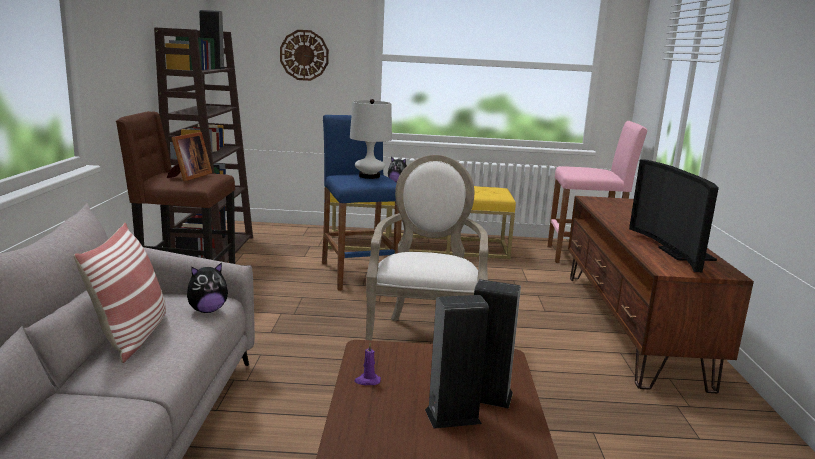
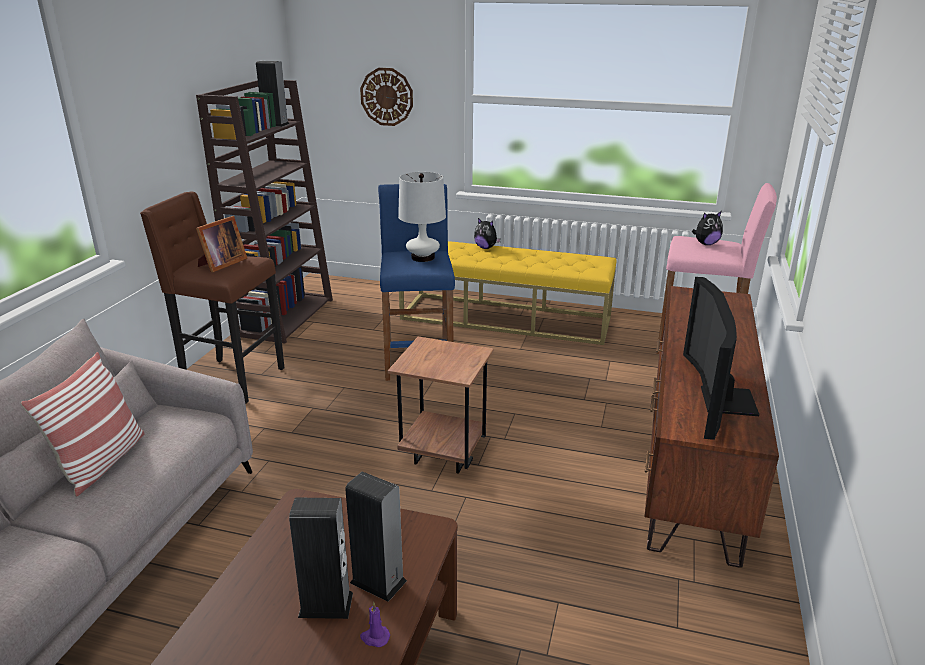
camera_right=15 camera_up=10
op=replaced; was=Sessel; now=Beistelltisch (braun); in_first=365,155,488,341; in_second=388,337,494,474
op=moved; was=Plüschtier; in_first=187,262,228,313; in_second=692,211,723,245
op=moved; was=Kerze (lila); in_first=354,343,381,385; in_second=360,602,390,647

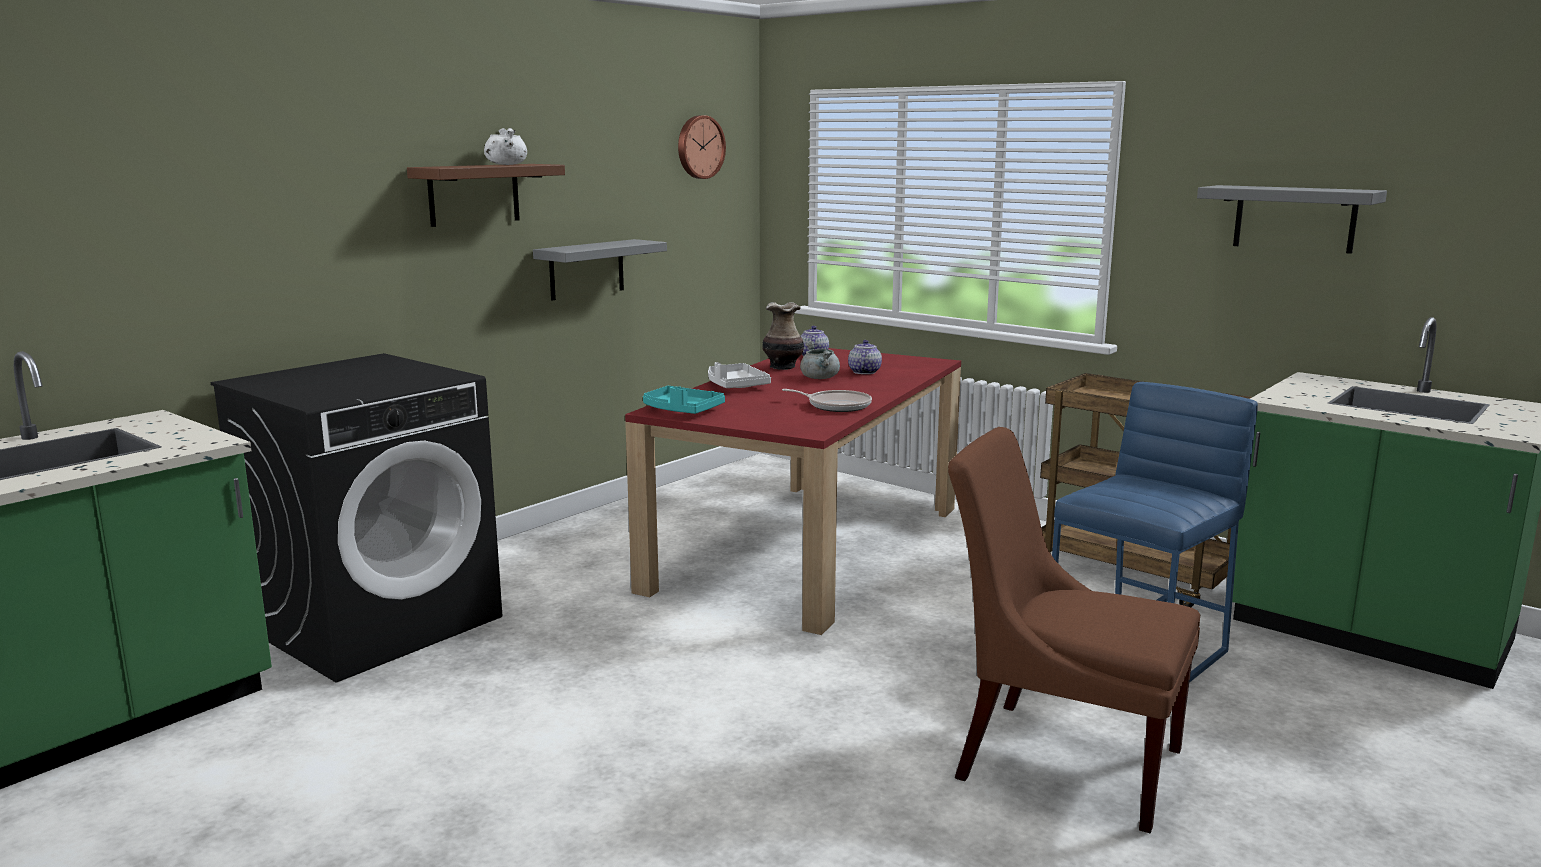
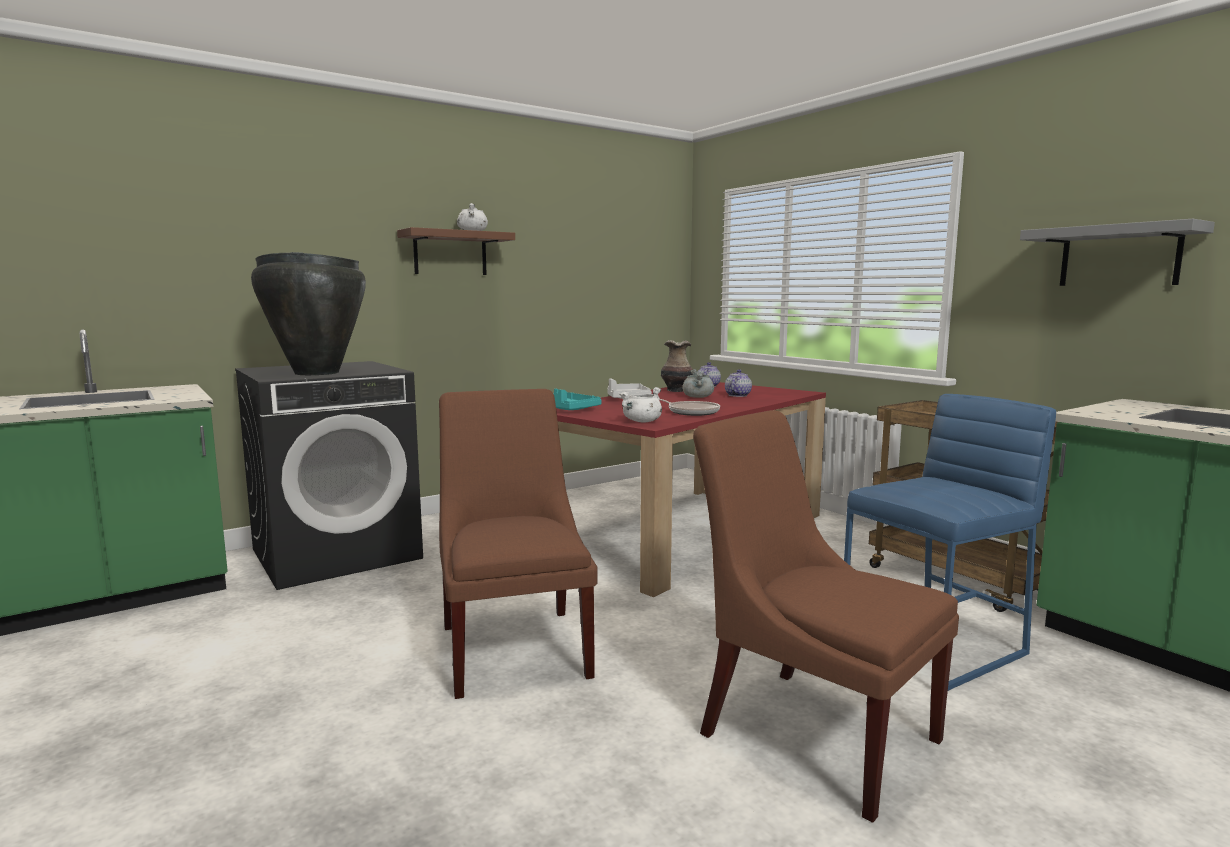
camera_right=15 camera_up=-5
op=removed; was=Wanduhr; in_first=678,115,726,179
op=removed; was=Wandregal (grau); in_first=533,239,667,300
op=added; now=Vase (schwarz); in_second=251,252,366,375
op=added; now=Kochtopf (weiß); in_second=619,387,662,423
op=added; now=Stuhl (braun); in_second=439,389,598,699

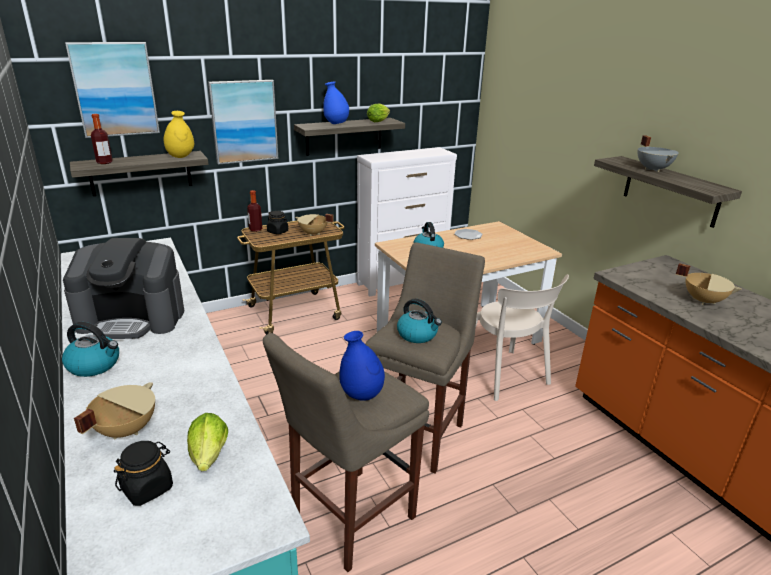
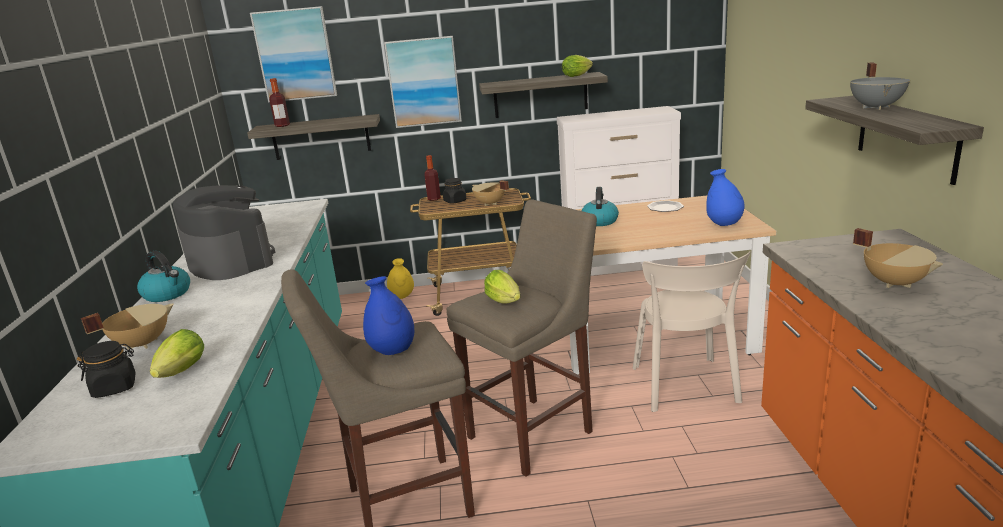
camera_right=25 camera_up=-5
op=moved; was=Vase (blau); in_first=323,81,349,124; in_second=706,169,745,226
op=moved; was=Vase (gelb); in_first=164,111,194,158; in_second=387,258,414,299
op=turned; was=Kaffeemaschine; in_first=63,238,184,339; in_second=173,185,276,280; clockwise=-150
op=replaced; was=Wasserkessel; now=Salatkopf; in_first=397,299,442,343; in_second=484,270,520,304

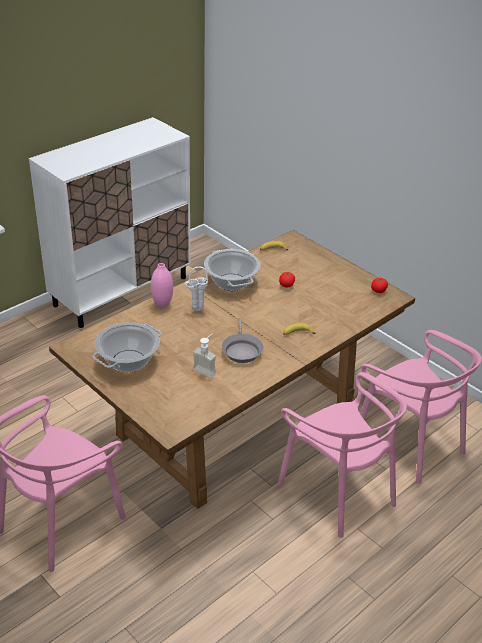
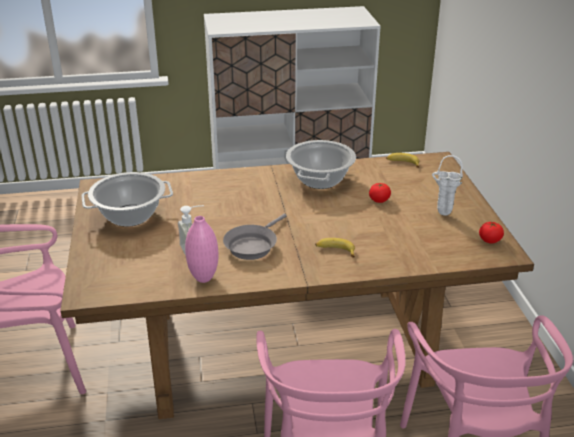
camera_right=35 camera_up=-5
op=moved; was=Vase (rosa); in_first=151,263,173,308; in_second=185,216,219,283
op=moved; was=Vase (weiß); in_first=185,267,208,311; in_second=432,155,463,216

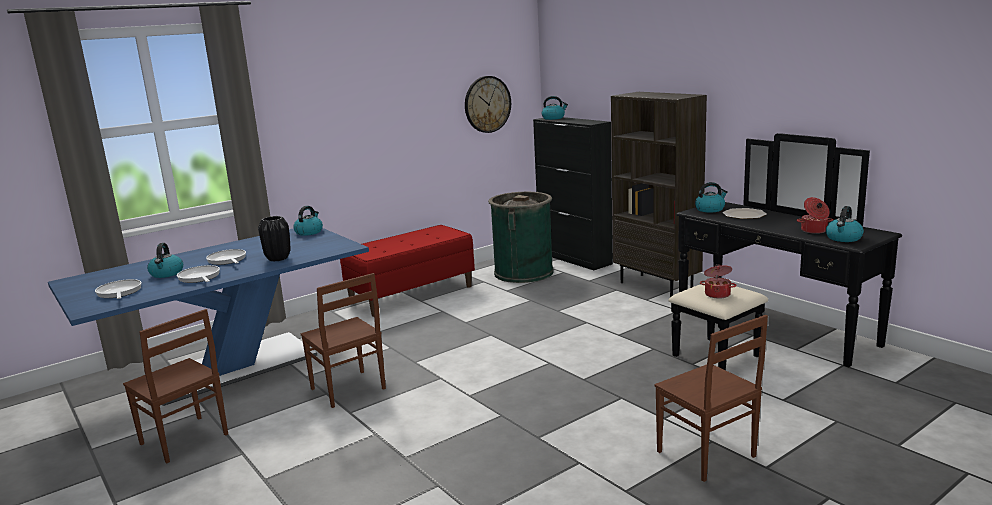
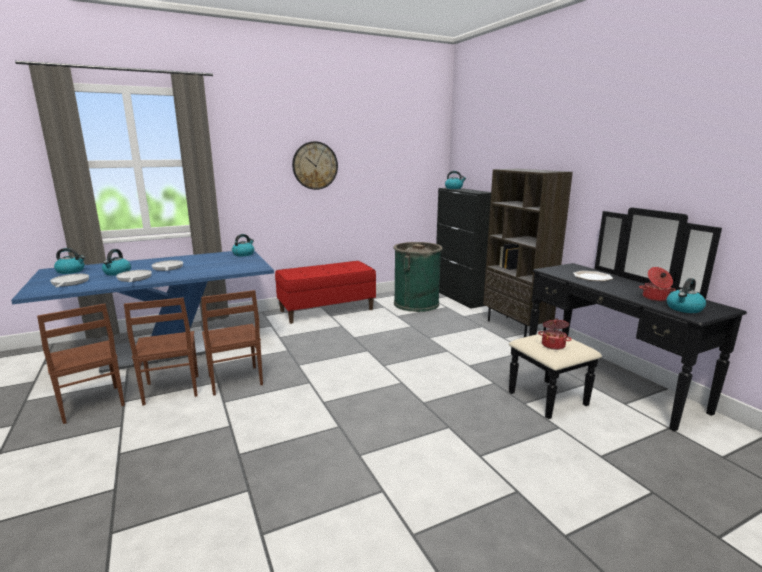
camera_right=10 camera_up=0
op=moved; was=Wanduhr; in_first=465,76,511,133; in_second=292,141,338,190
op=moved; was=Wasserkessel; in_first=695,182,728,213; in_second=54,248,85,274
op=removed; was=Vase (schwarz); in_first=258,216,291,262
op=moved; was=Stuhl (braun); in_first=655,315,768,482; in_second=124,298,198,406

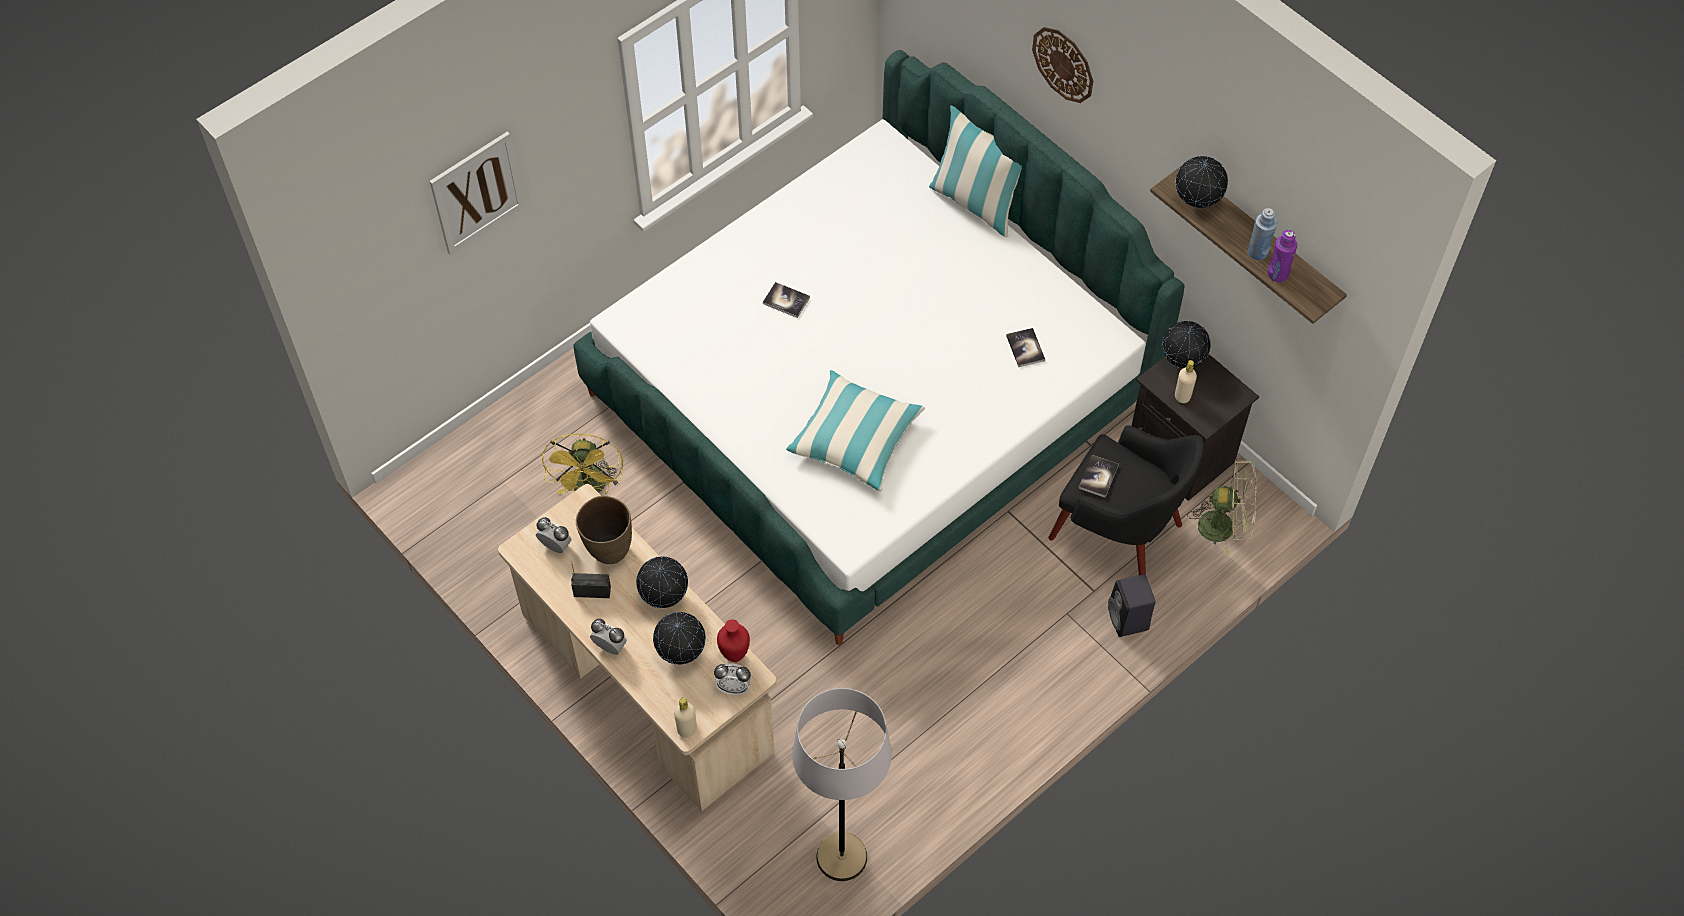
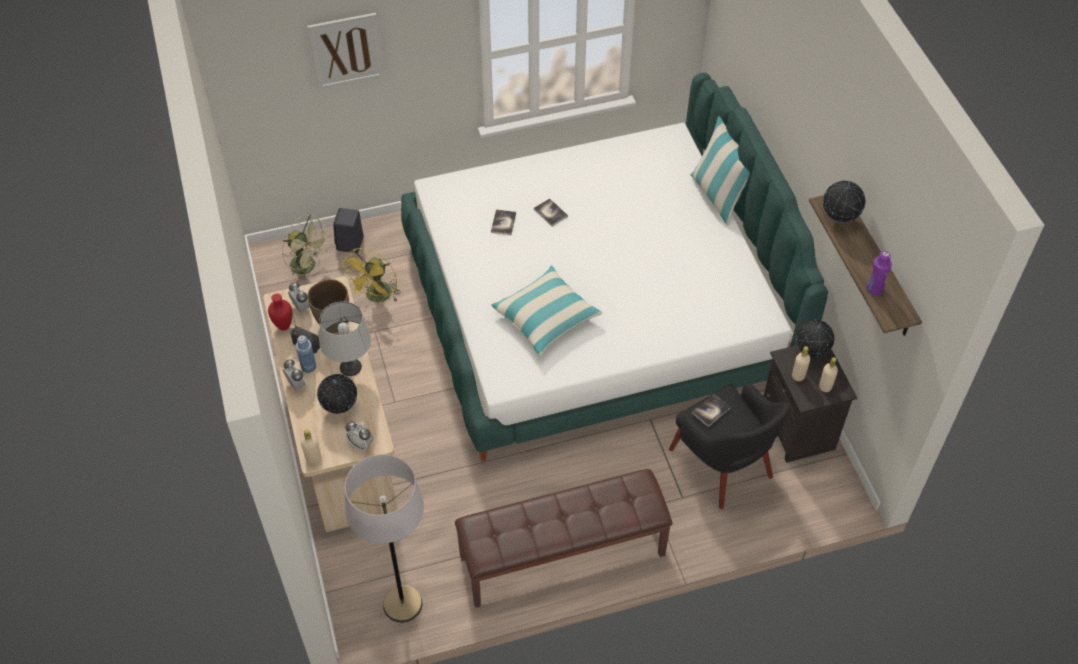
camera_right=25 camera_up=-5
op=removed; was=Wanduhr; in_first=1032,27,1093,103
op=moved; was=Flasche (blau); in_first=1248,208,1277,260; in_second=296,335,316,373
op=moved; was=Buch; in_first=1006,328,1045,367; in_second=491,209,516,235
op=moved; was=Ventilator (grün); in_first=1187,459,1257,556; in_second=282,214,329,283
op=replaced; was=Globus; now=Tischlampe (grau); in_first=636,556,688,608; in_second=319,301,371,376
op=moved; was=Lautsprecher (schwarz); in_first=1108,574,1155,637; in_second=333,208,364,253
op=moved; was=Vase (rot); in_first=717,619,750,662; in_second=268,293,292,331
op=added; now=Flasche (beige); in_second=819,357,838,392
op=added; now=Bank (braun); in_second=455,469,673,608

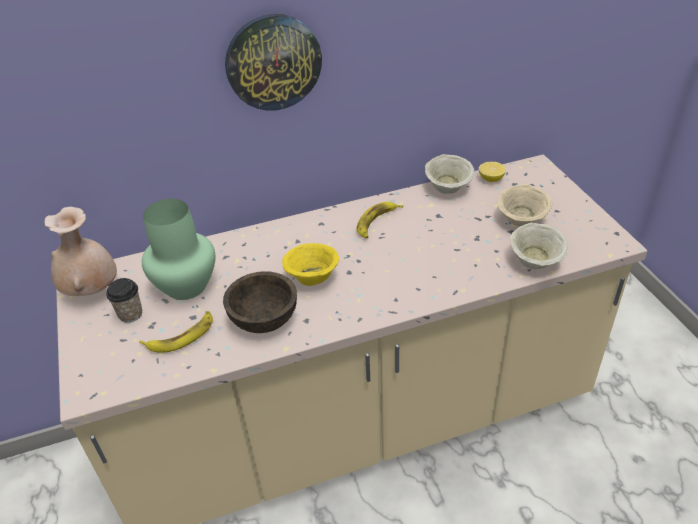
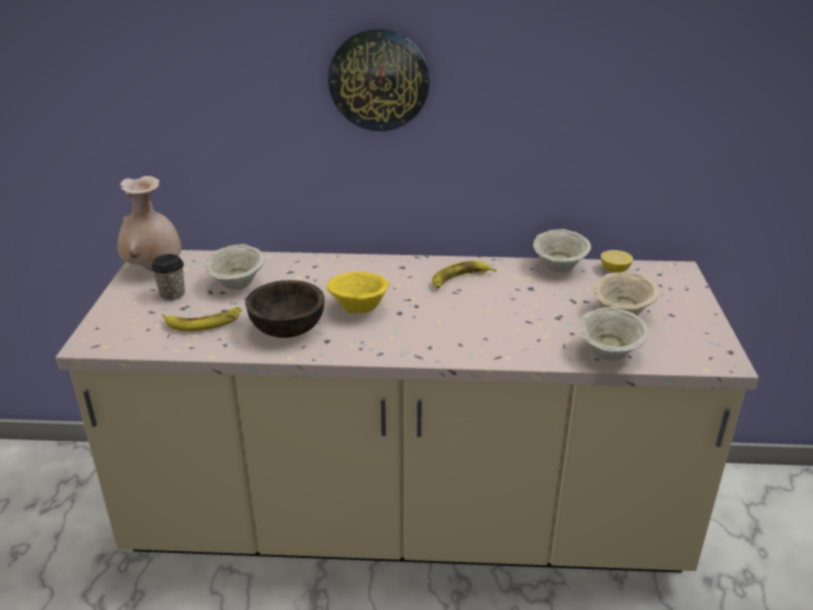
camera_right=20 camera_up=-10
op=replaced; was=Vase (grün); now=Schüssel (beige); in_first=142,199,215,300; in_second=204,244,265,290

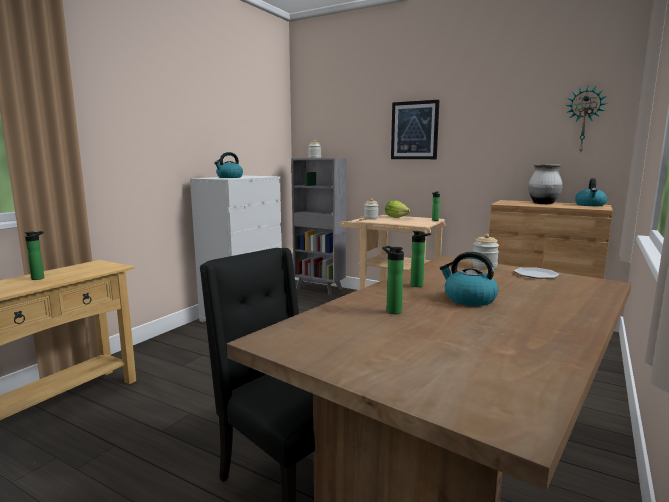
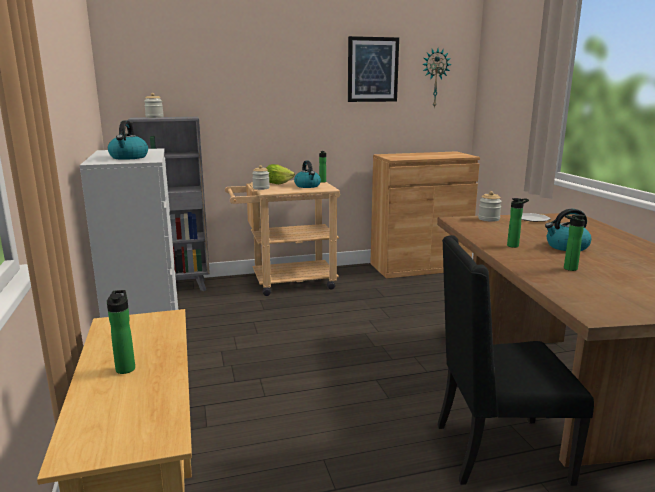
camera_right=-45 camera_up=5
op=moved; was=Bild; in_first=391,100,439,159; in_second=348,36,399,102
op=removed; was=Vase (grau); in_first=528,164,563,204
op=moved; was=Wasserkessel; in_first=575,178,607,206; in_second=294,161,321,188

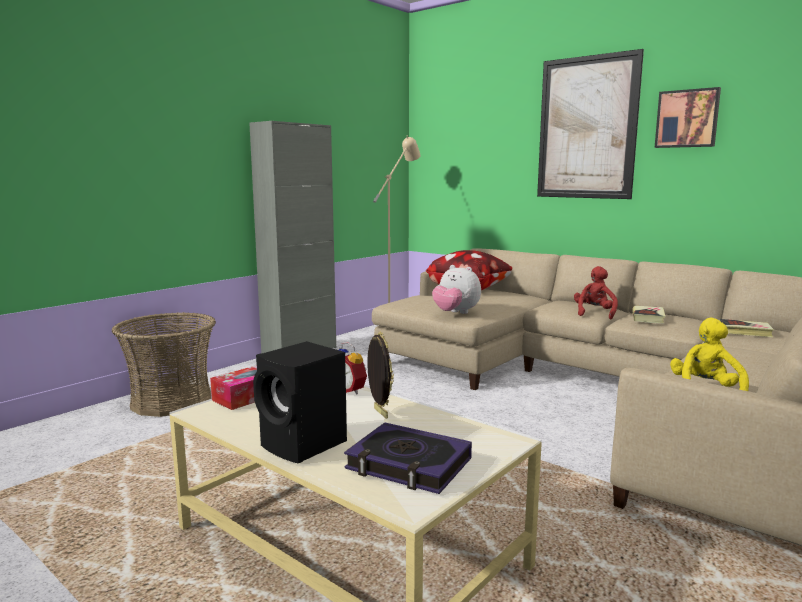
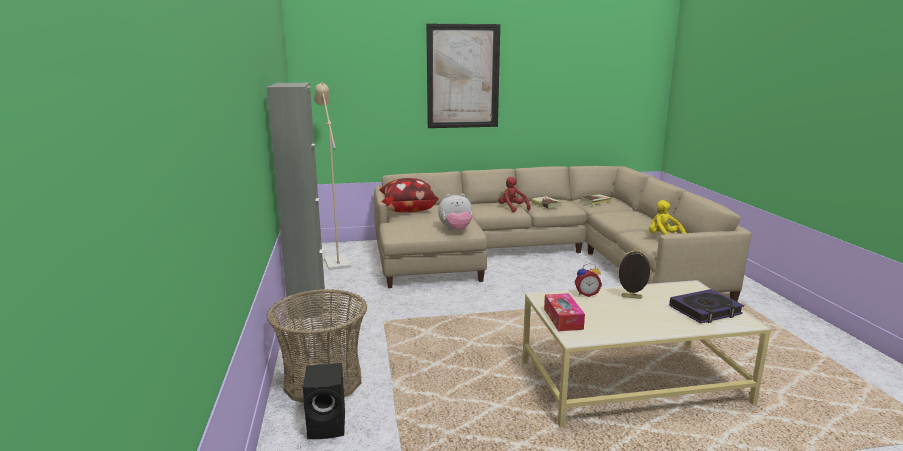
camera_right=-50 camera_up=5
op=removed; was=Bild; in_first=654,87,721,148
op=moved; was=Lautsprecher (schwarz); in_first=253,341,347,463; in_second=303,363,345,439

